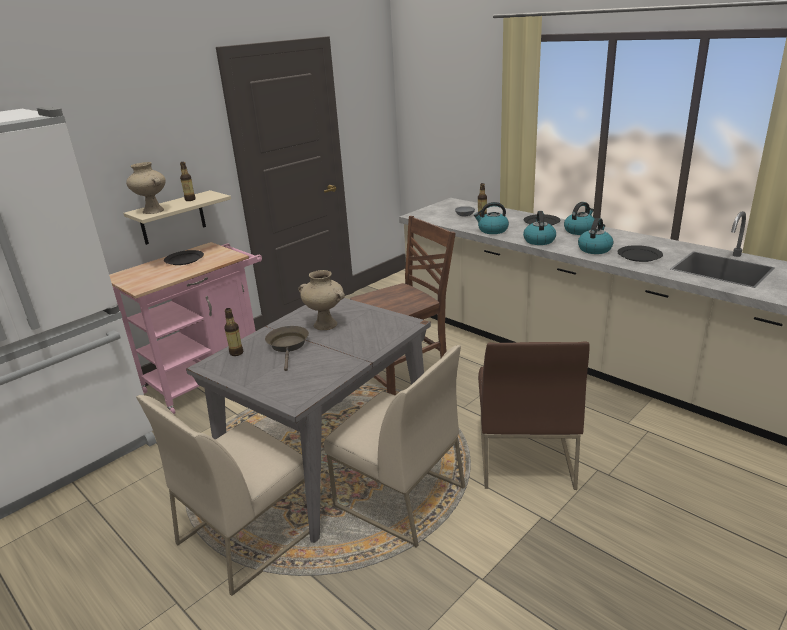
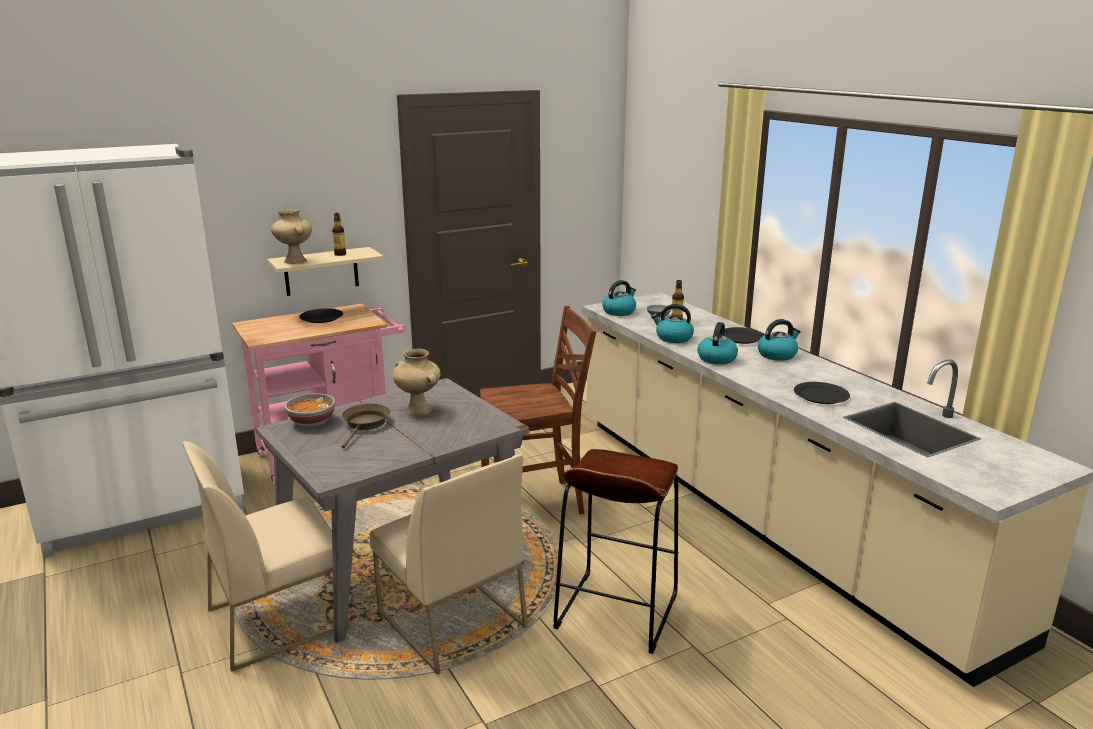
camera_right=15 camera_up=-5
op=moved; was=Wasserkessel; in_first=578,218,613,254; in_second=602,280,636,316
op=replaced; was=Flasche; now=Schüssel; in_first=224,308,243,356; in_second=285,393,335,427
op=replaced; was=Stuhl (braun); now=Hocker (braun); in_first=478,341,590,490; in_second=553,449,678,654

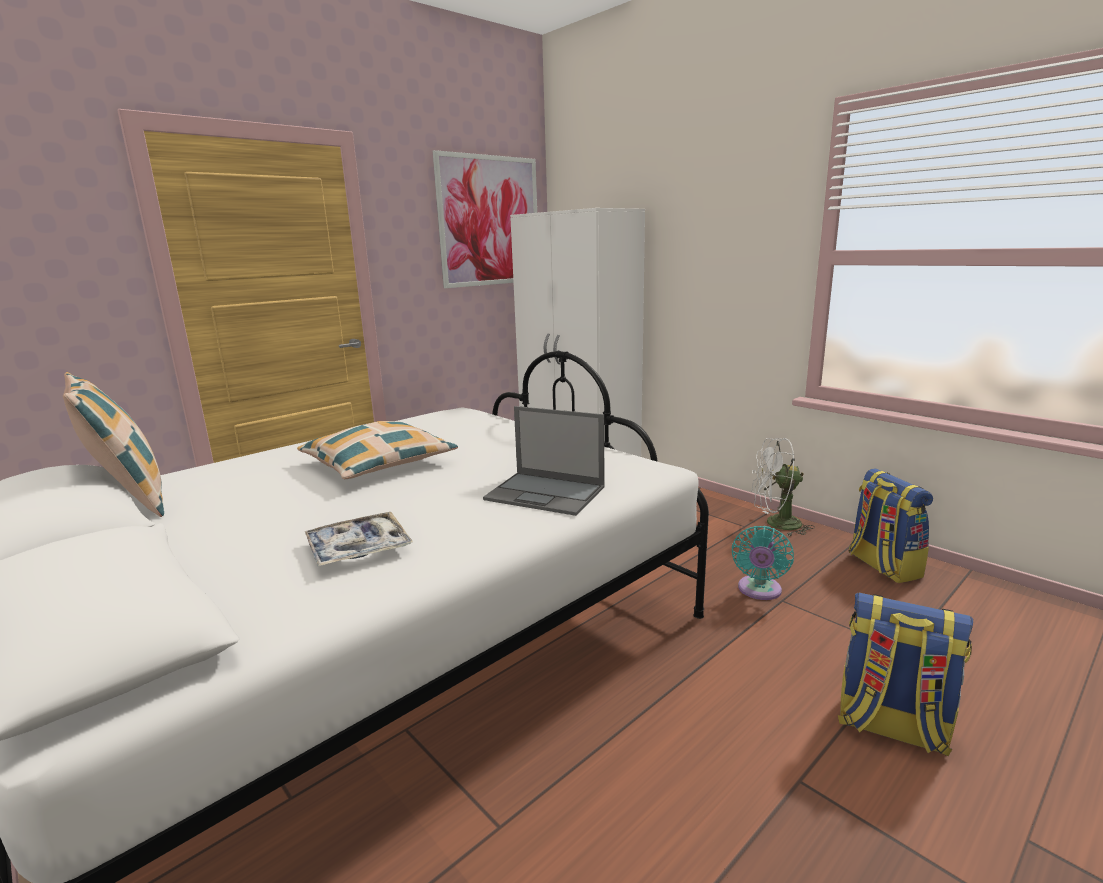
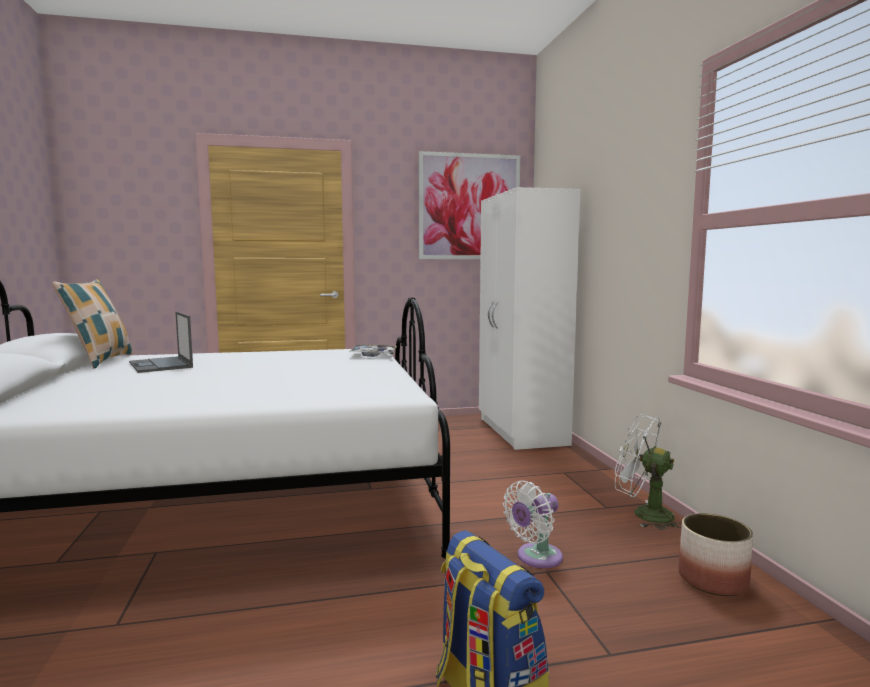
camera_right=30 camera_up=-10
op=moved; was=Laptop; in_first=483,406,605,516; in_second=129,312,193,373
op=removed; was=Kissen; in_first=297,421,458,480
op=replaced; was=Rucksack; now=Pflanzkübel; in_first=849,468,933,583; in_second=679,513,753,596
op=moved; was=Tablett; in_first=305,512,413,567; in_second=349,345,397,357
op=recoloured; was=Ventilator (türkis); now=Ventilator (weiß); in_first=732,526,794,600; in_second=503,481,563,568

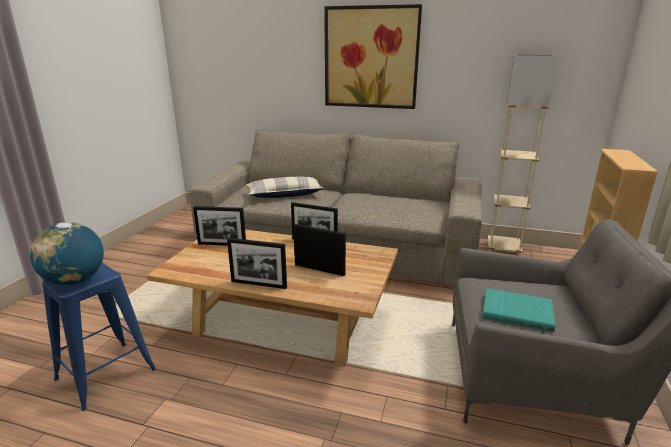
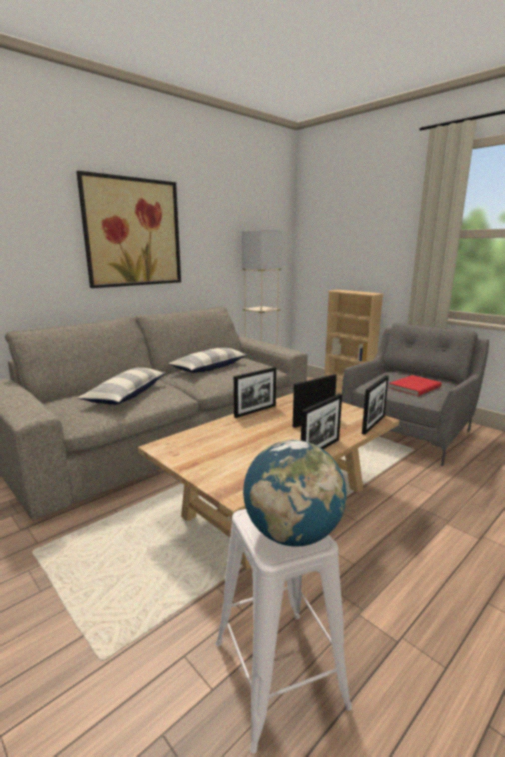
camera_right=-60 camera_up=-5
op=moved; was=Bilderrahmen; in_first=193,206,246,246; in_second=362,375,389,435
op=recoloured; was=Hocker (blau); now=Hocker (weiß); in_first=42,262,156,411; in_second=215,509,352,753
op=recoloured; was=Buch (türkis); now=Buch (rot); in_first=483,288,555,332; in_second=389,375,442,396
op=added; now=Kissen; in_second=168,347,247,373

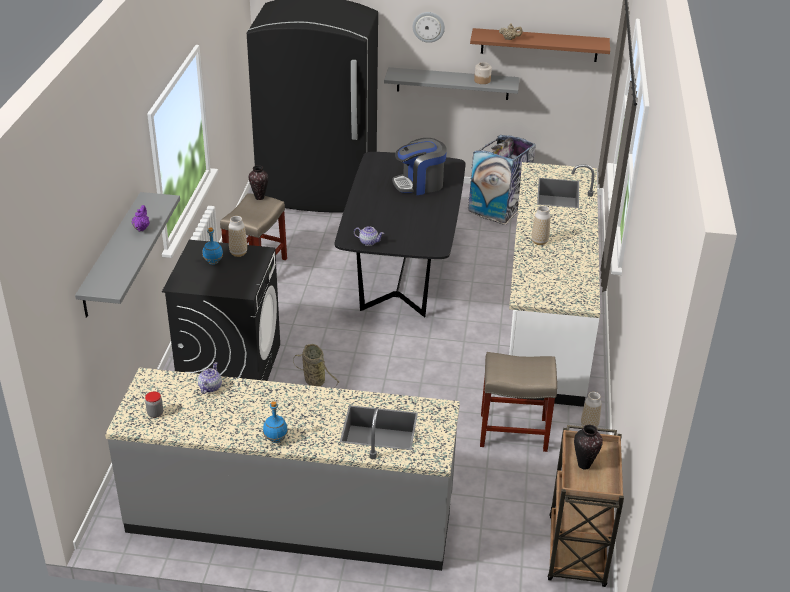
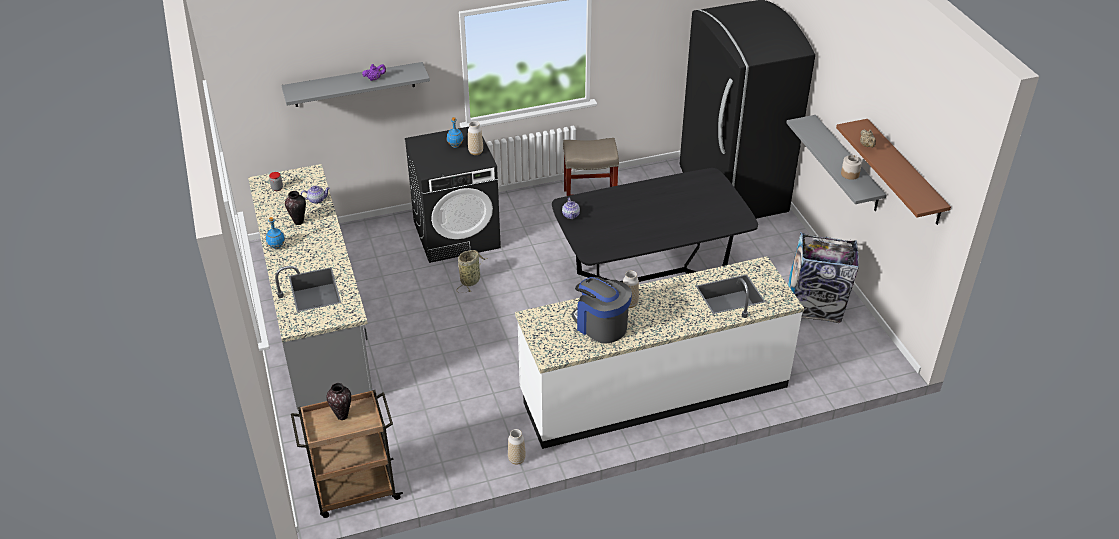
camera_right=65 camera_up=5
op=removed; was=Wanduhr; in_first=413,12,445,43
op=moved; was=Kaffeemaschine; in_first=392,138,447,195; in_second=572,277,632,344
op=moved; was=Vase; in_first=249,165,269,200; in_second=285,191,306,225
op=removed; was=Hocker (beige); in_first=480,352,557,452

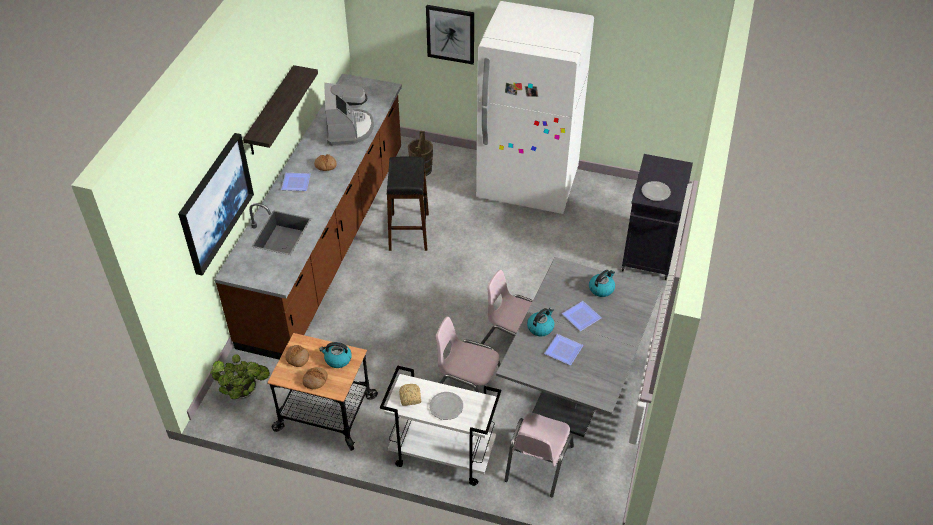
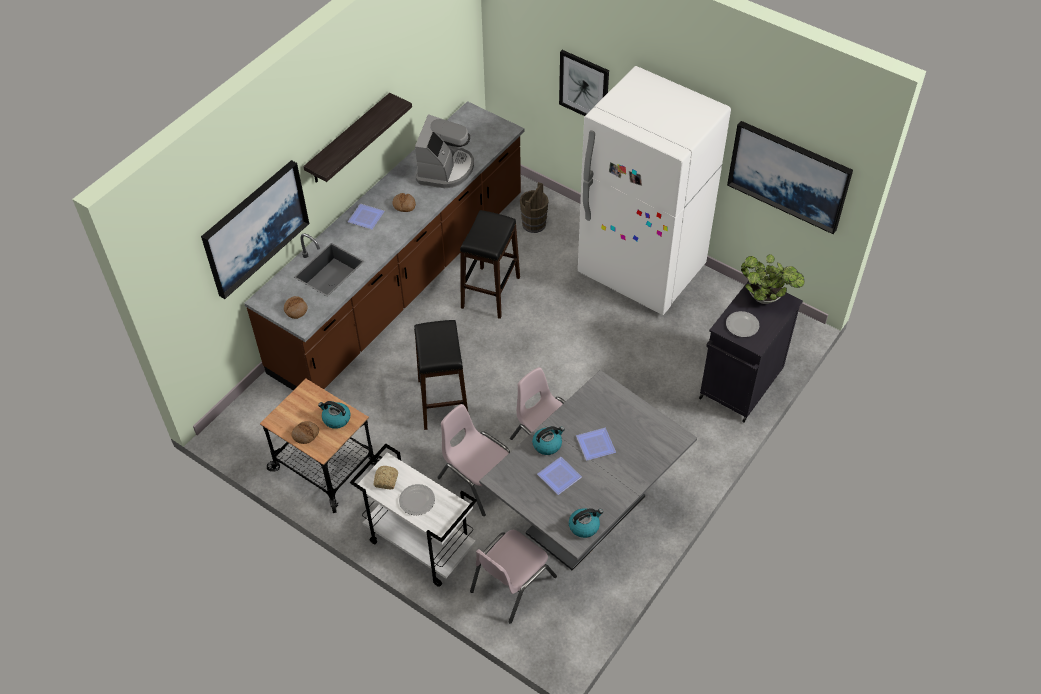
camera_right=20 camera_up=5
op=moved; was=Wasserkessel; in_first=589,270,615,297; in_second=569,508,603,538
op=moved; was=Brot; in_first=285,345,309,367; in_second=284,296,308,319
op=moved; was=Topfpflanze; in_first=210,354,270,399; in_second=741,254,804,304
op=added; now=Bild; in_second=727,121,853,234
op=added; now=Hocker (schwarz); in_second=414,320,468,430

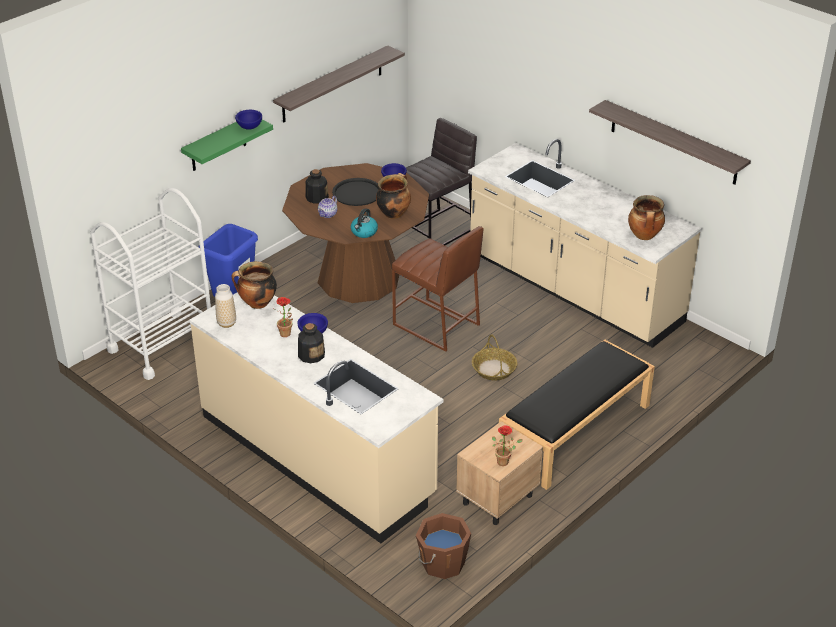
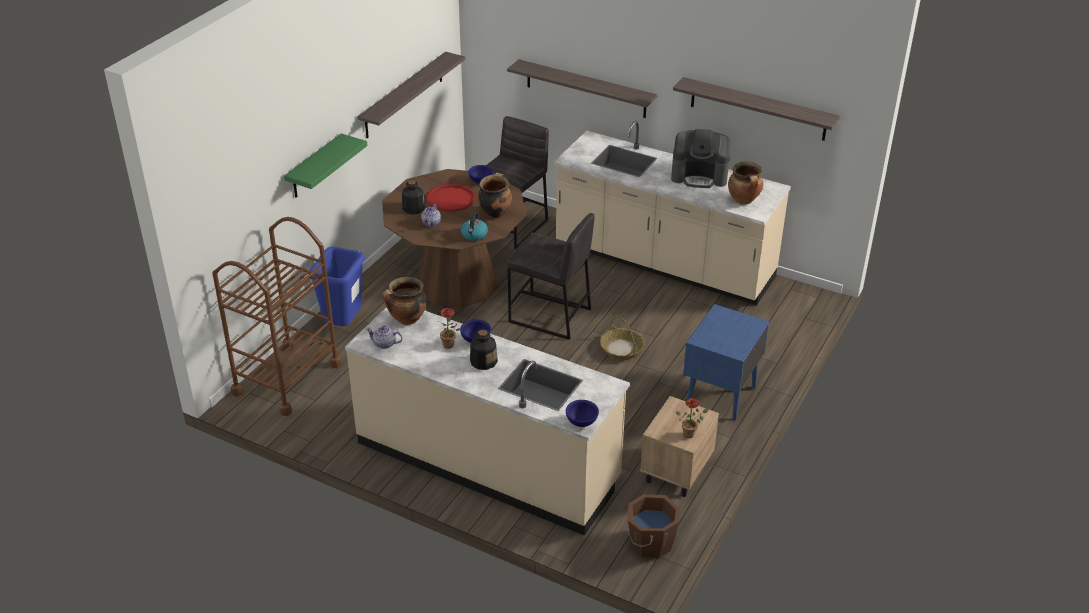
camera_right=-15 camera_up=0
op=moved; was=Schüssel (blau); in_first=235,110,262,130; in_second=566,400,599,427
op=recoloured; was=Tablett (schwarz); now=Tablett (rot); in_first=332,178,379,206; in_second=426,184,476,212
op=recoloured; was=Rollwagen (weiß); now=Rollwagen (braun); in_first=90,188,211,380; in_second=212,217,342,416
op=recoloured; was=Hocker (braun); now=Hocker (grau); in_first=392,226,483,352; in_second=507,213,595,340
op=replaced; was=Vase; now=Teekanne; in_first=215,284,236,328; in_second=366,326,403,349
op=replaced; was=Bank (schwarz); now=Nachttisch (blau); in_first=499,340,655,490; in_second=683,304,769,420
op=added; now=Wandregal; in_second=507,59,657,118
op=added; now=Kaffeemaschine; in_second=671,129,730,188

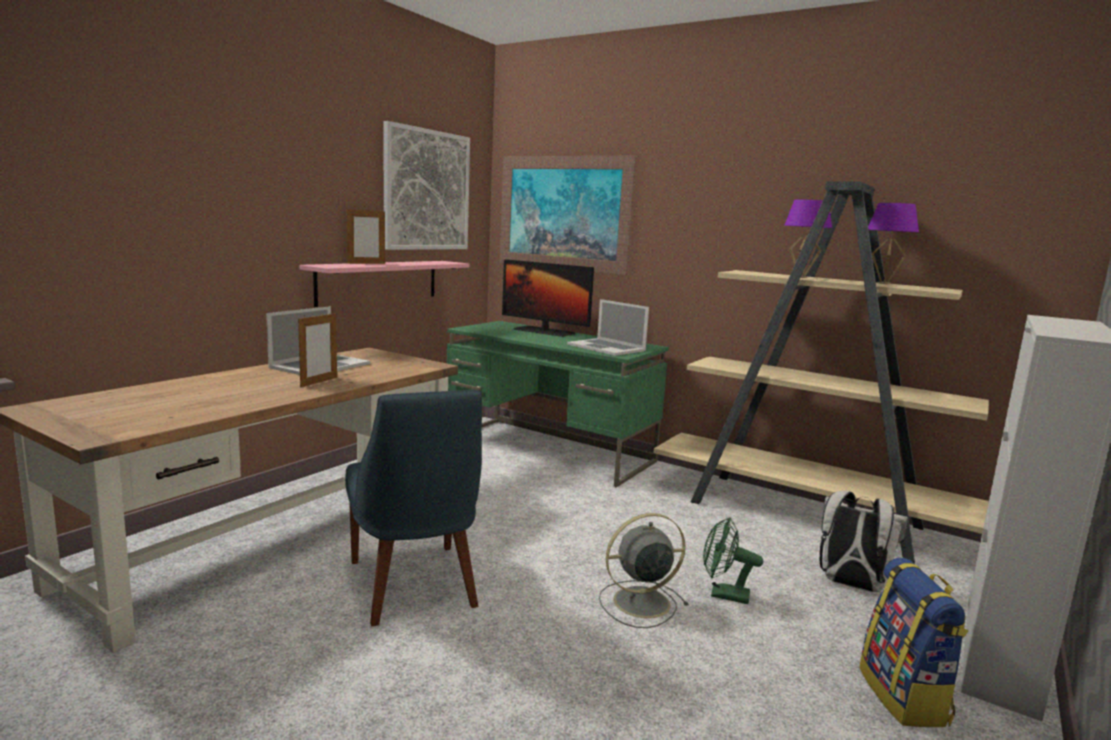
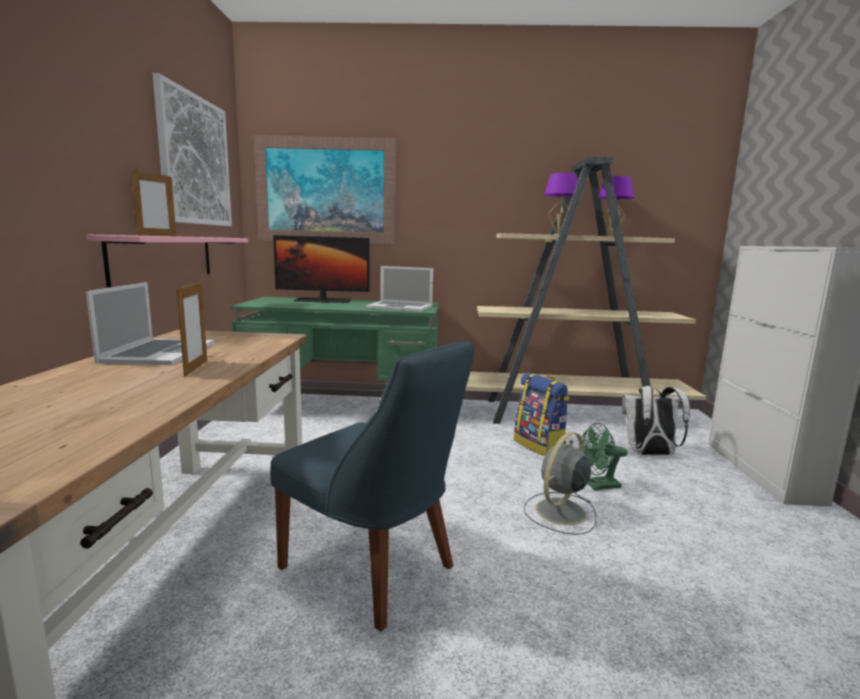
camera_right=-30 camera_up=0
op=moved; was=Rucksack; in_first=860,558,968,727; in_second=514,373,569,456

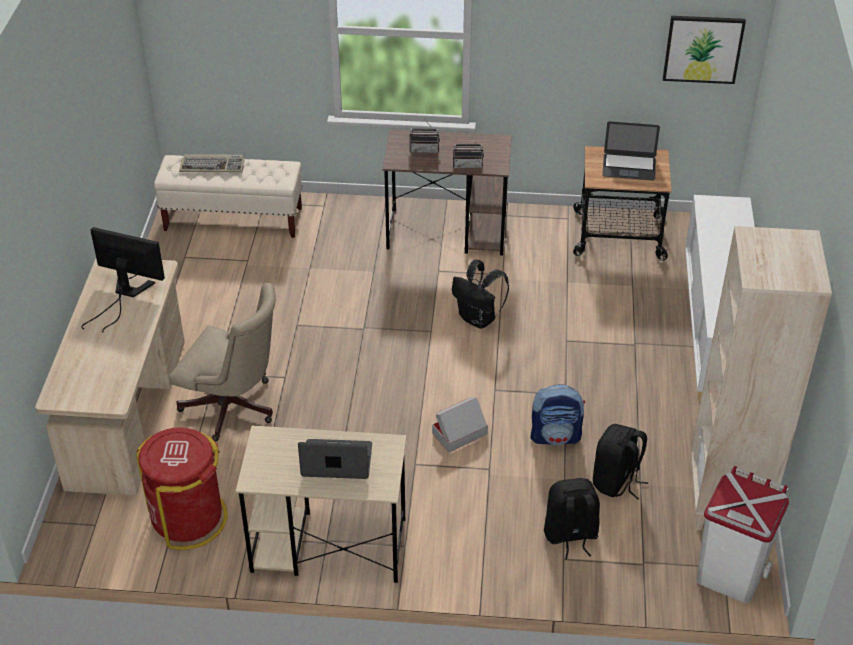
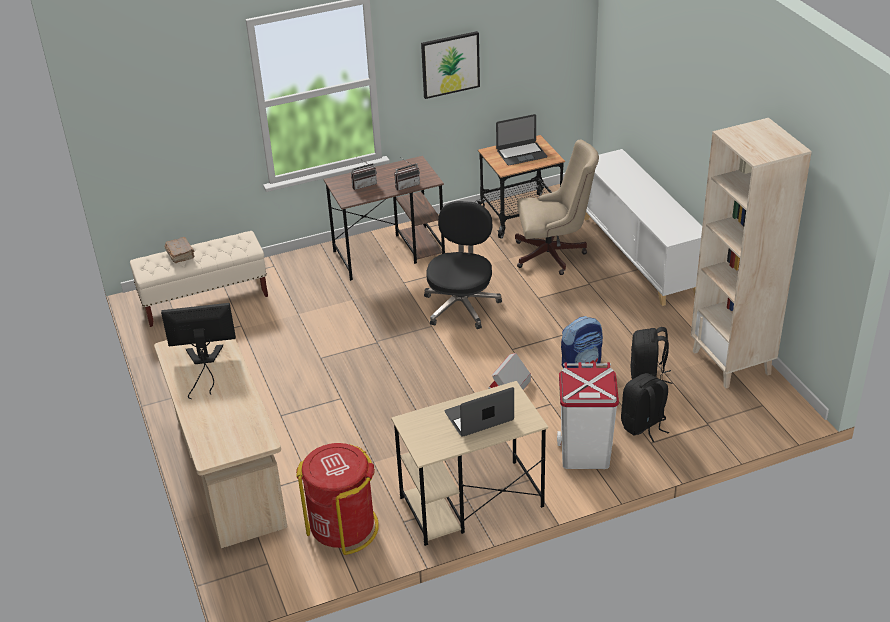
camera_right=-25 camera_up=-5
op=moved; was=Bild; in_first=663,16,746,84; in_second=421,31,480,99
op=replaced; was=Tastatur; now=Buch (braun); in_first=179,154,244,172; in_second=165,237,194,263
op=replaced; was=Rucksack (schwarz); now=Bürostuhl (schwarz); in_first=452,260,509,329; in_second=424,201,502,329
op=moved; was=Bürostuhl (beige); in_first=169,283,276,442; in_second=515,140,599,275
op=moved; was=Mülleimer (weiß); in_first=697,466,789,603; in_second=557,362,619,469

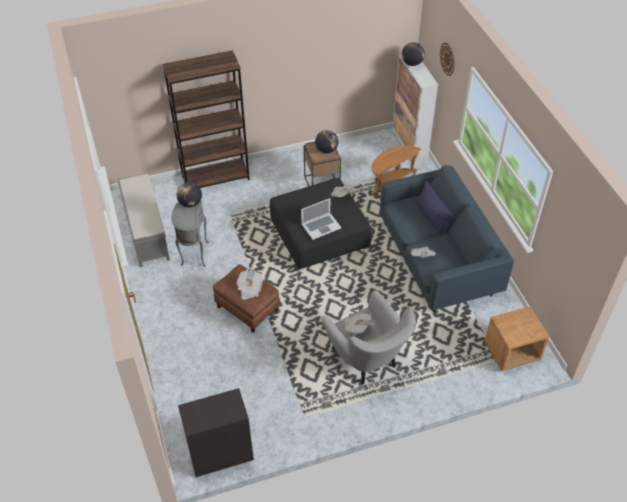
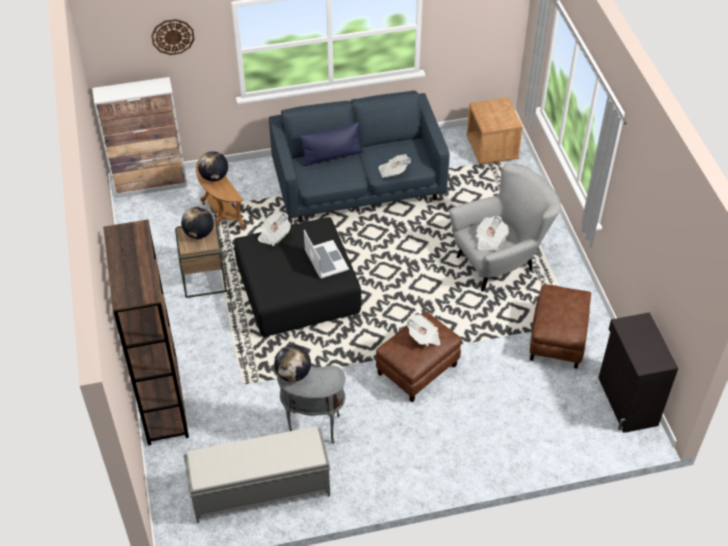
camera_right=-85 camera_up=0
op=moved; was=Globus; in_first=402,42,425,66; in_second=198,151,228,182
op=added; now=Polsterhocker (braun); in_second=530,284,591,369

